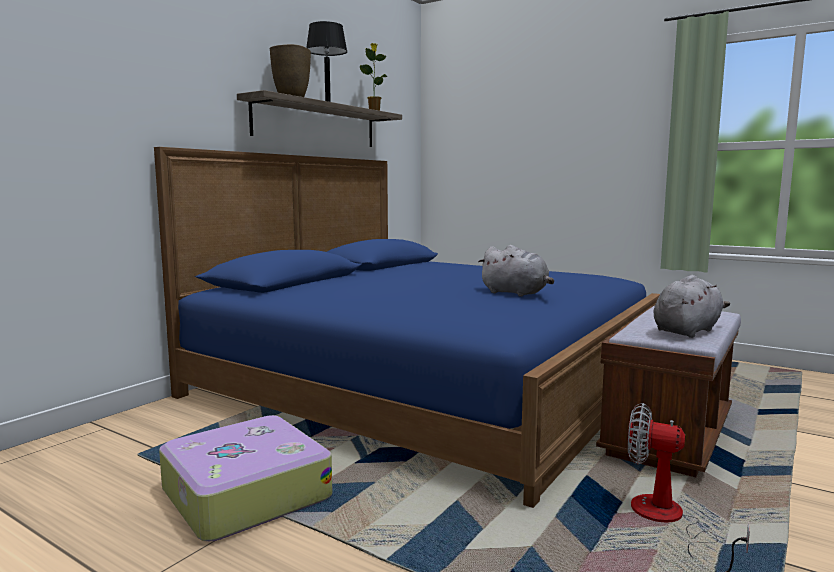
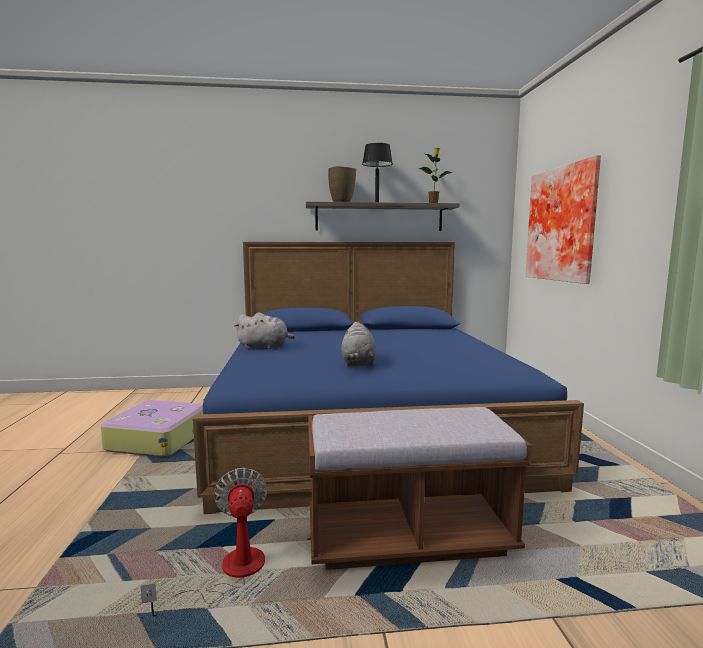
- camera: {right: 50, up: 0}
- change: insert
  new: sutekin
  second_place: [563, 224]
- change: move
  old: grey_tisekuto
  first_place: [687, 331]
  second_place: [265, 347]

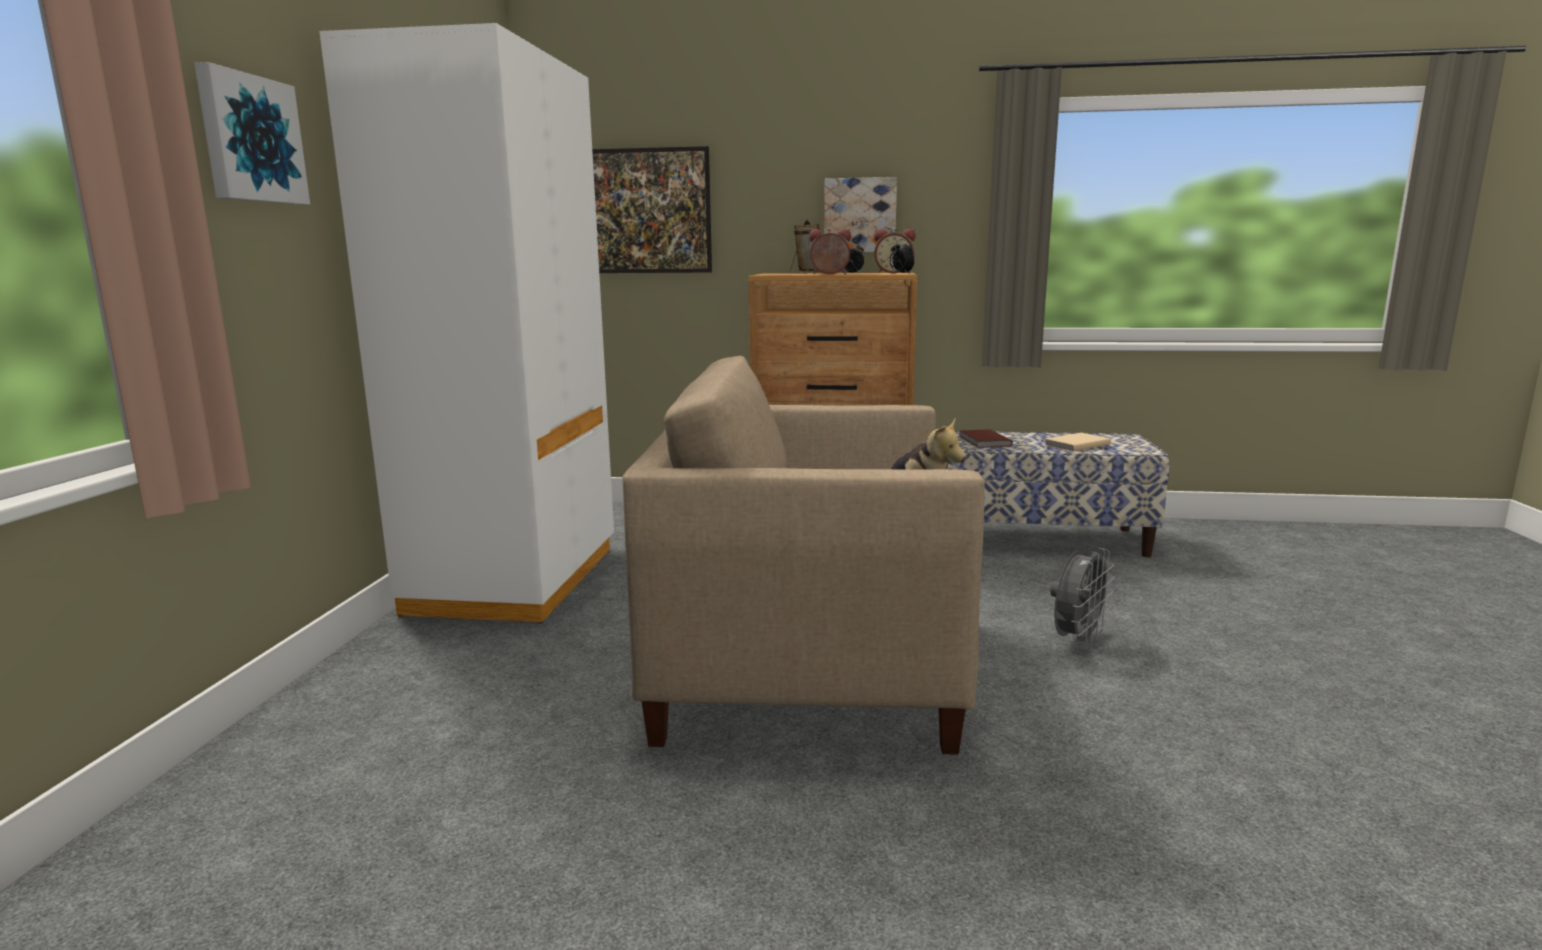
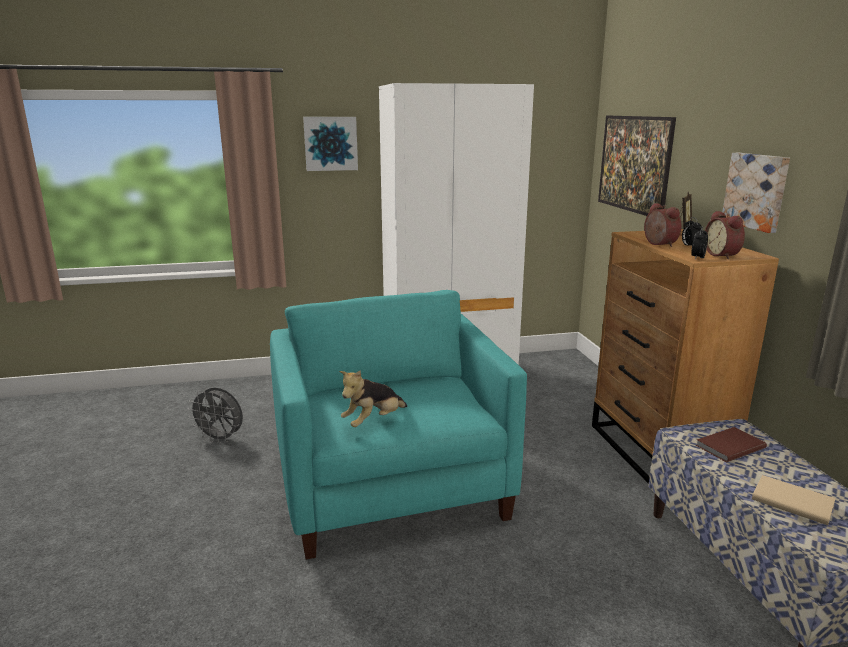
- camera: {right: 70, up: 5}
- change: move
  old: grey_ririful
  first_place: [1077, 641]
  second_place: [221, 439]
- change: recolor
  old: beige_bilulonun
  new: turquoise_bilulonun
  first_place: [807, 666]
  second_place: [392, 488]

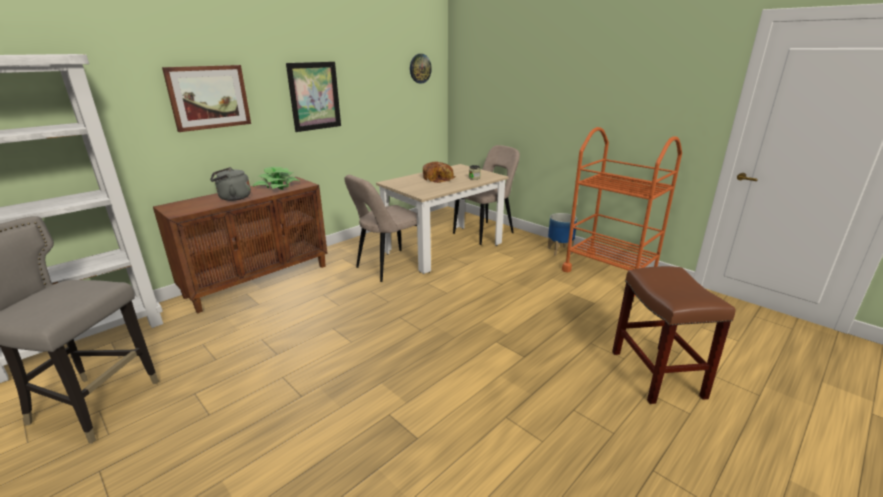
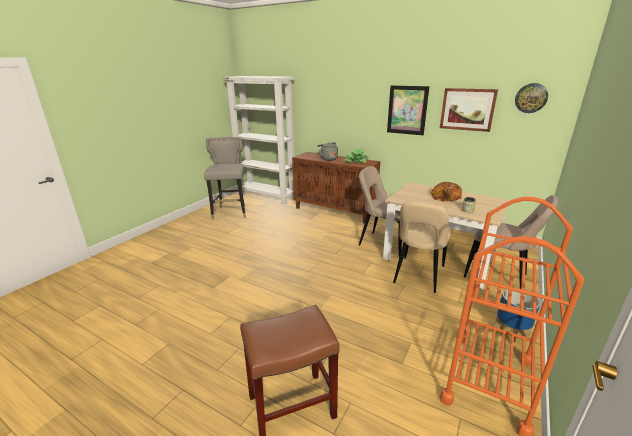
- camera: {right: 75, up: 0}
- change: insert
  new: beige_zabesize
  second_place: [418, 276]
- change: move
  old: sutekin
  first_place: [209, 97]
  second_place: [467, 109]

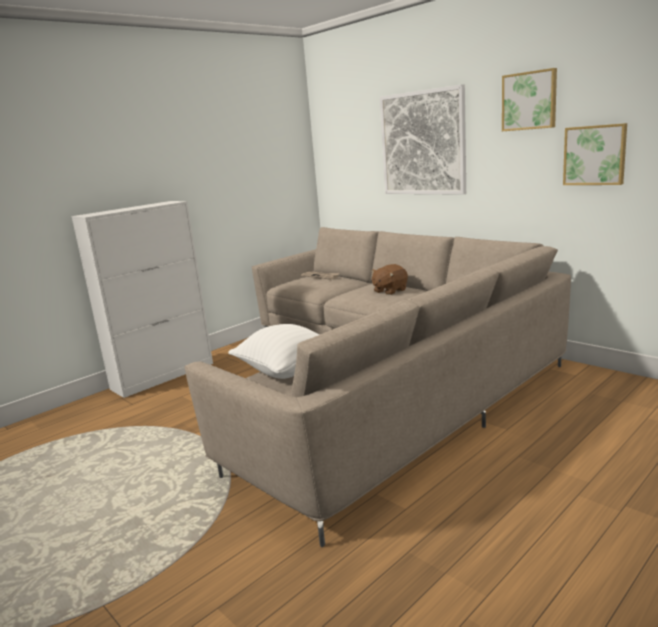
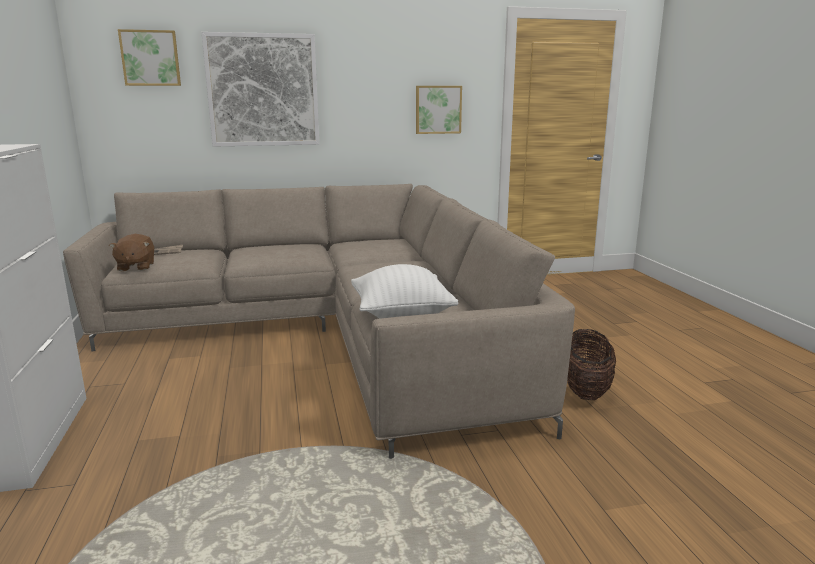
- camera: {right: -60, up: 0}
- change: insert
  new: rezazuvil
  second_place: [585, 390]
- change: move
  old: brown_tisekuto
  first_place: [389, 291]
  second_place: [135, 267]
- change: move
  old: sutekin
  first_place: [529, 101]
  second_place: [150, 58]

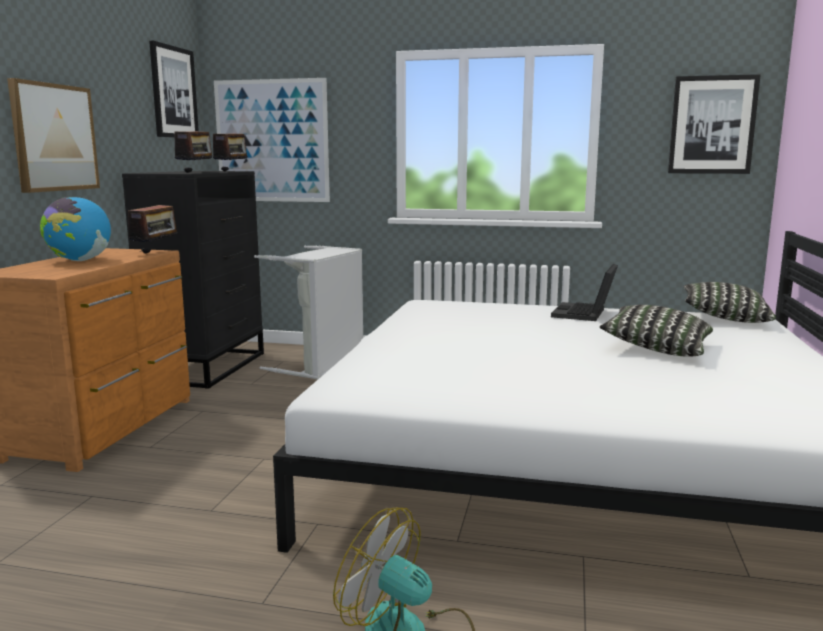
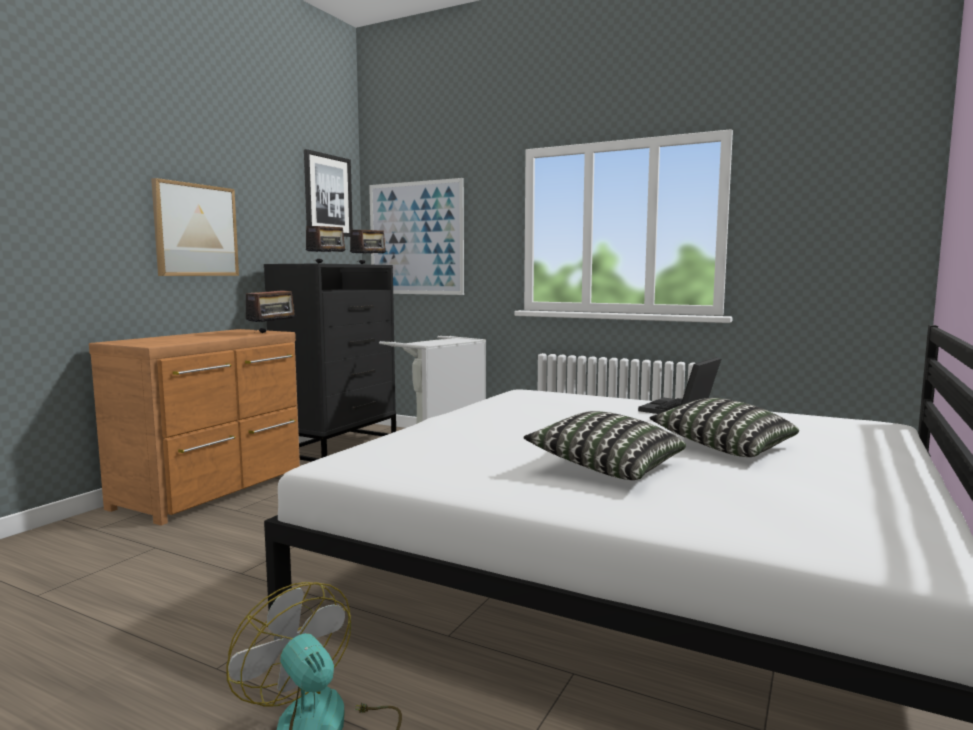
- camera: {right: 15, up: -5}
- change: delete
  old: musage
  first_place: [79, 260]
- change: delete
  old: sutekin
  first_place: [712, 125]
- change: move
  old: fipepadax
  first_place: [724, 318]
  second_place: [606, 468]

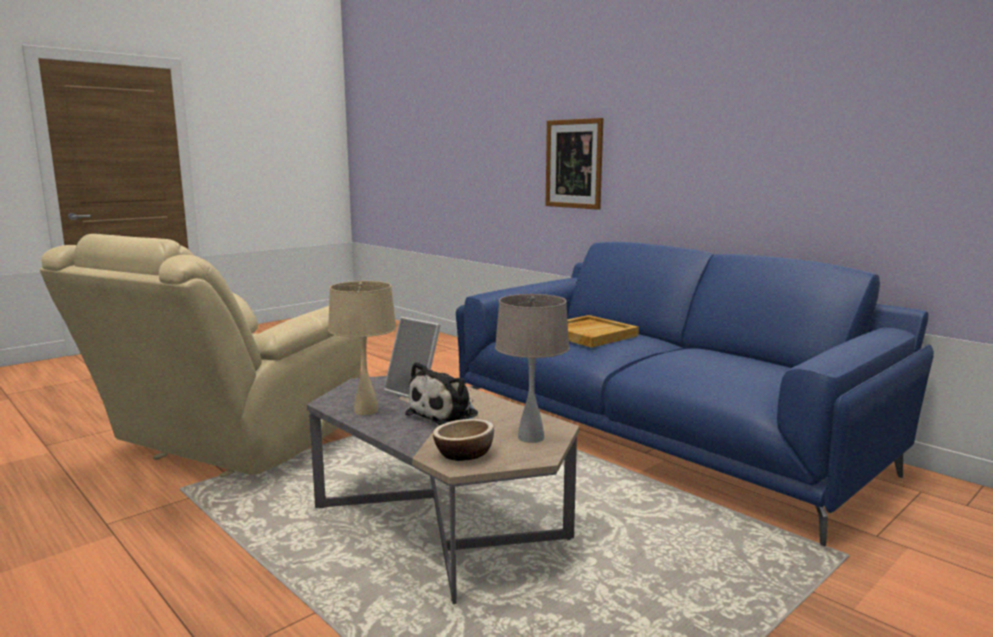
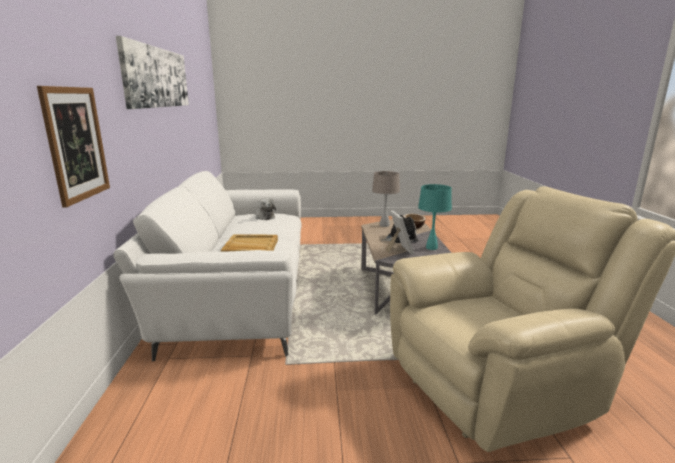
- camera: {right: -140, up: 5}
- change: insert
  new: sutekin
  second_place: [157, 77]
- change: insert
  new: tisekuto
  second_place: [264, 217]
- change: recolor
  old: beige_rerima
  new: turquoise_rerima
  first_place: [366, 411]
  second_place: [431, 247]
- change: recolor
  old: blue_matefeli
  new: white_matefeli
  first_place: [663, 436]
  second_place: [240, 288]

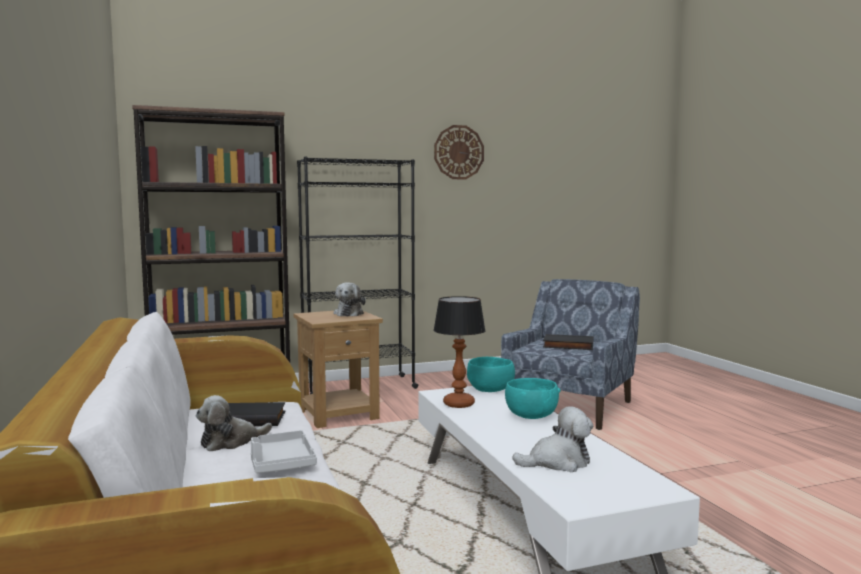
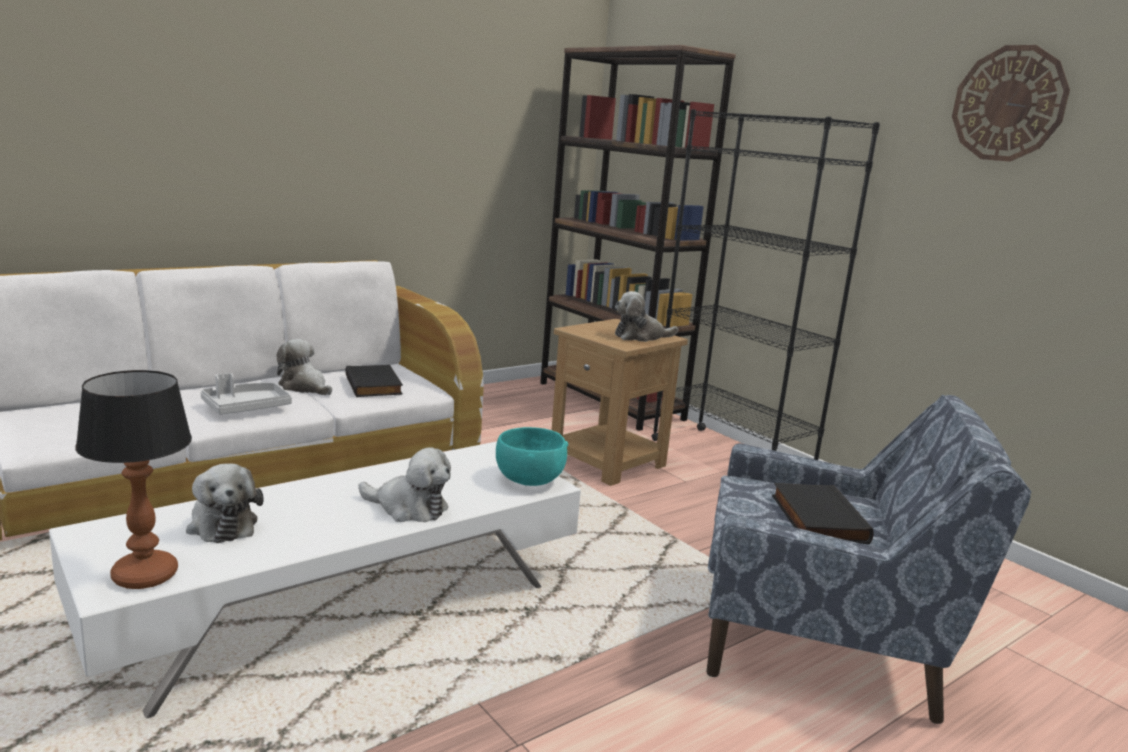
- camera: {right: 70, up: 10}
- change: move
  old: rerima
  first_place: [459, 404]
  second_place: [146, 576]
- change: replace
  old: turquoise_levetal
  new: tisekuto
  first_place: [531, 416]
  second_place: [408, 508]

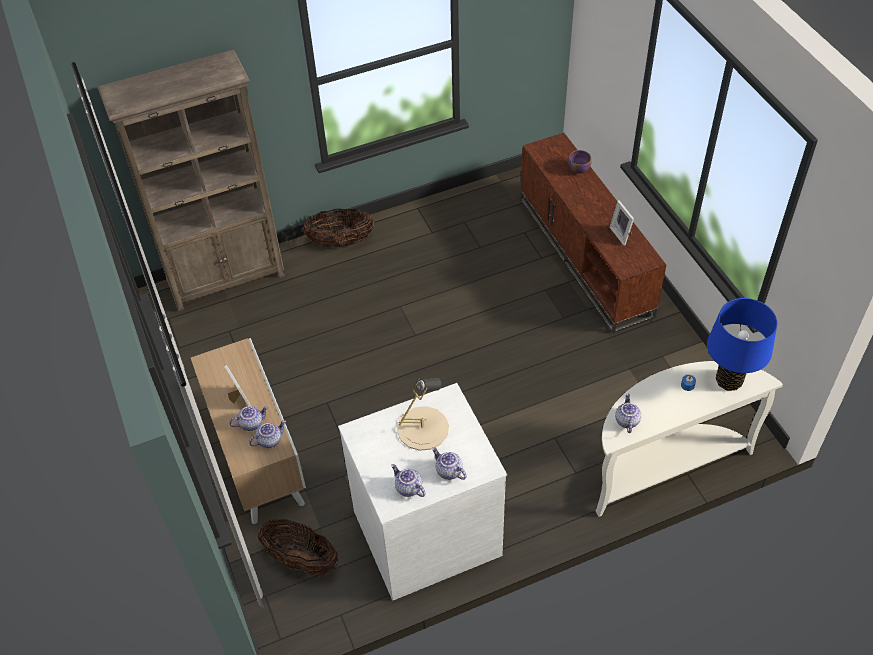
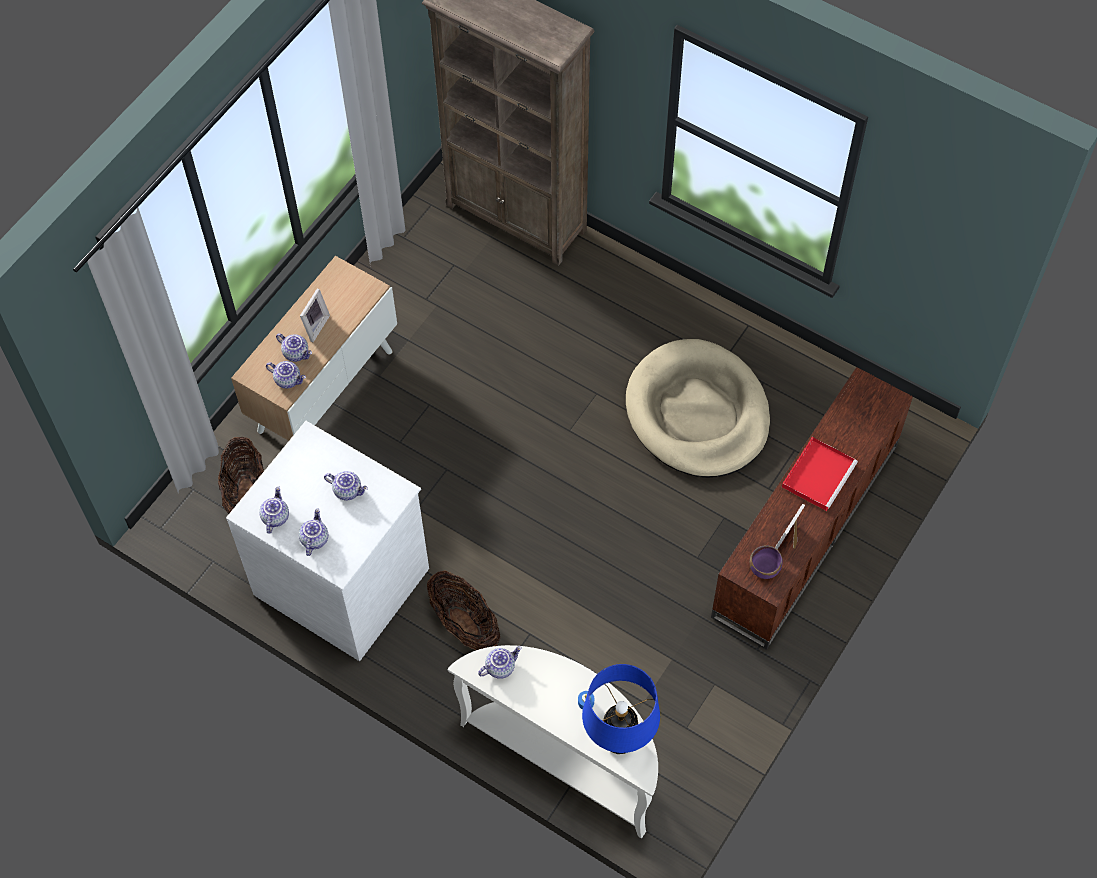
- camera: {right: 55, up: 10}
- change: insert
  new: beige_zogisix
  second_place: [697, 413]
- change: insert
  new: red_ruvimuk
  second_place: [819, 474]
- change: move
  old: rezazuvil
  first_place: [340, 241]
  second_place: [464, 624]
- change: move
  old: purple_levetal
  first_place: [579, 169]
  second_place: [764, 569]
- change: replace
  old: beige_rerima
  new: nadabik
  first_place: [423, 428]
  second_place: [348, 490]

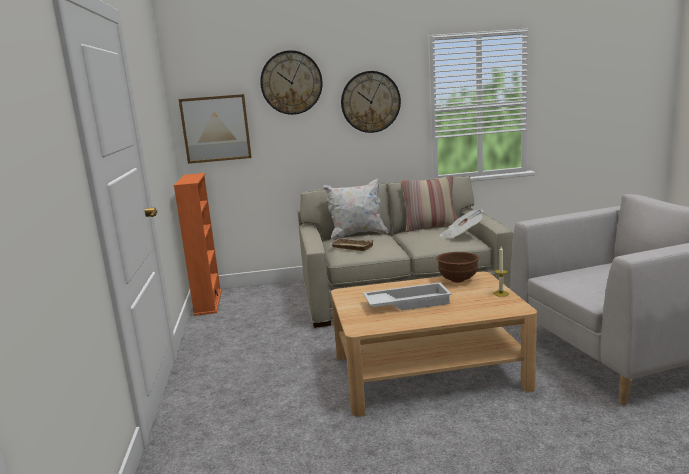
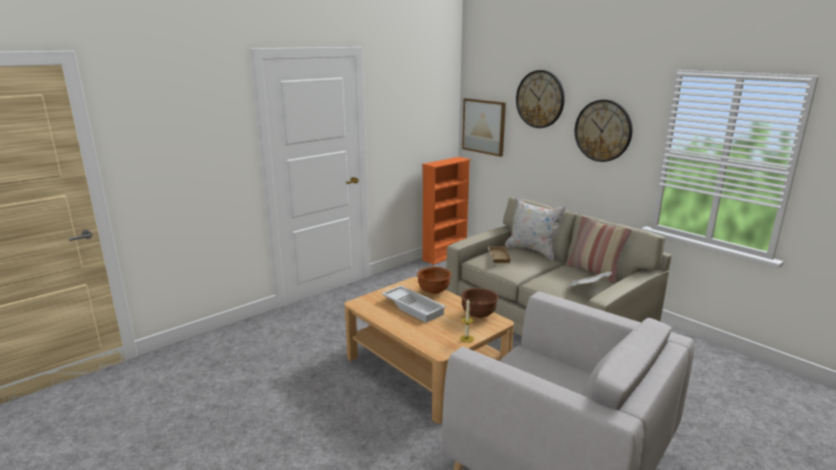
- camera: {right: 55, up: 5}
- change: insert
  new: brown_levetal
  second_place: [433, 292]

